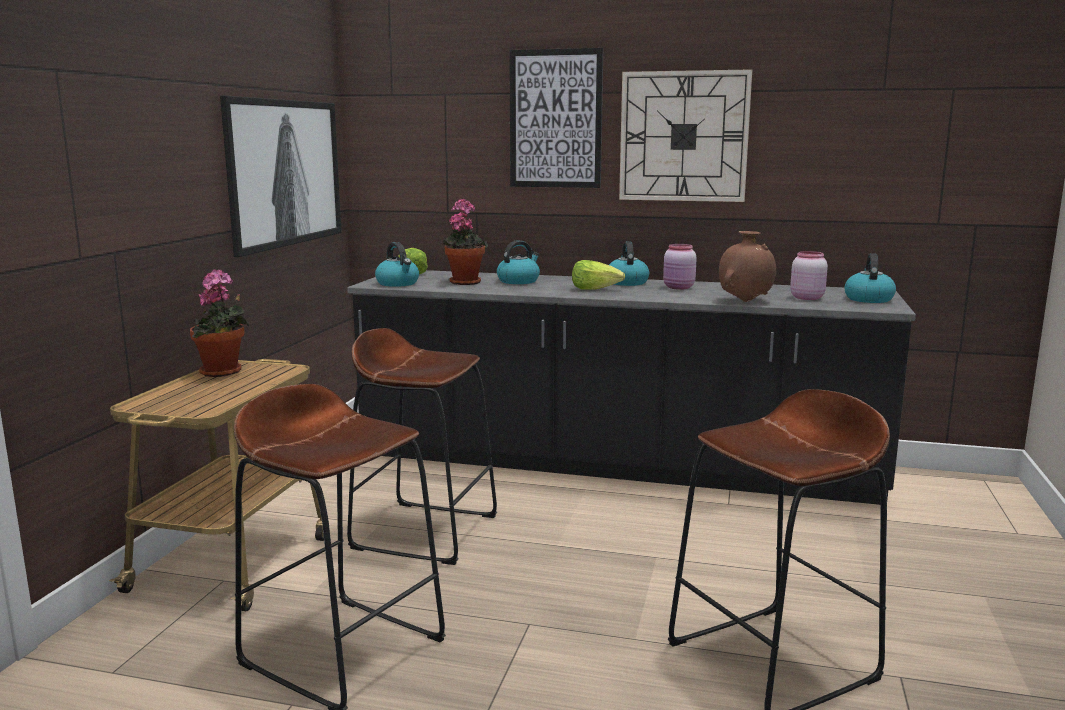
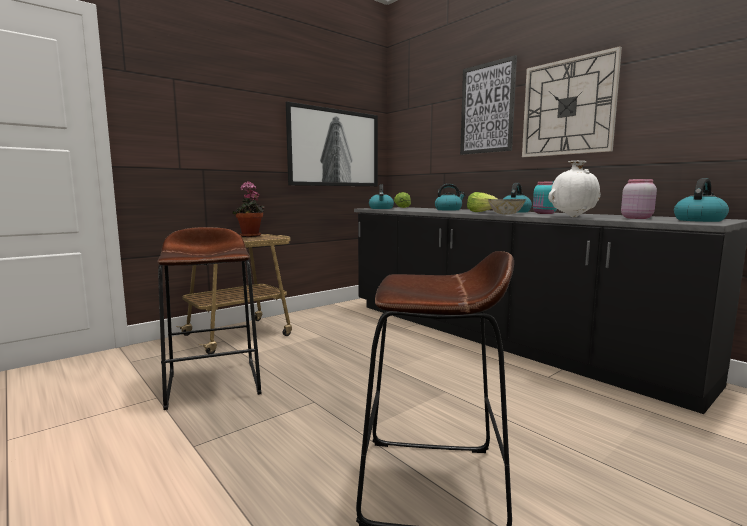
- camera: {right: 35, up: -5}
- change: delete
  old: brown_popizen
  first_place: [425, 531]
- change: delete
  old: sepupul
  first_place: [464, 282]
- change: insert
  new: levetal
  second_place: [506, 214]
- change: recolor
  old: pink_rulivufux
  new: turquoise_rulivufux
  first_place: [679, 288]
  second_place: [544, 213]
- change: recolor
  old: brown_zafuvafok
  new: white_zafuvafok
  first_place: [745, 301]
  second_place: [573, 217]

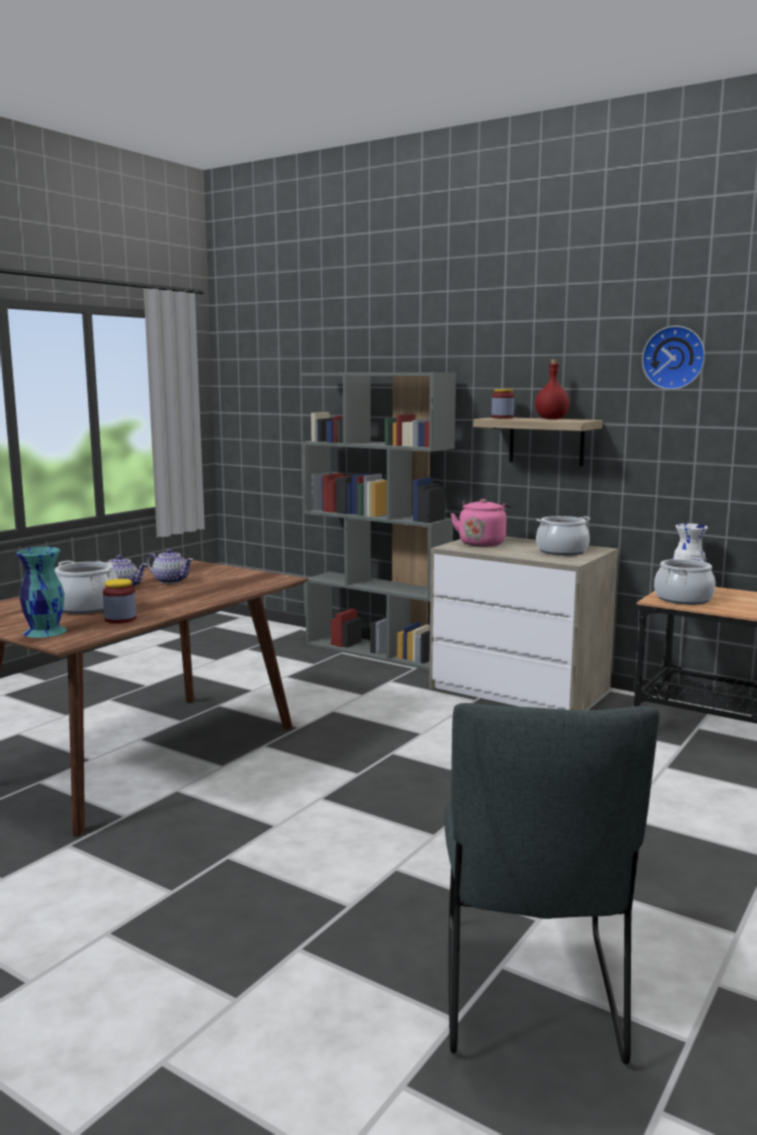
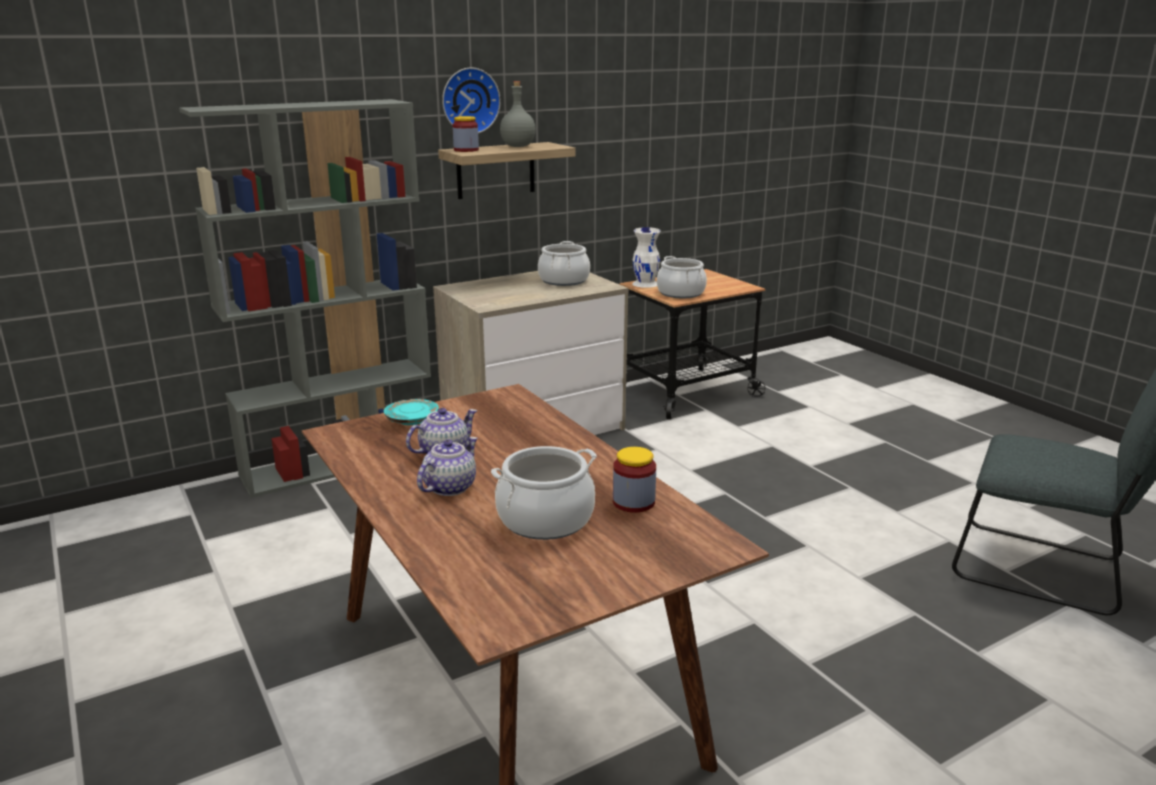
- camera: {right: -65, up: 10}
- change: delete
  old: turquoise_zafuvafok
  first_place: [44, 631]
- change: delete
  old: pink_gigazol
  first_place: [482, 543]
- change: insert
  new: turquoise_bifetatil
  second_place: [411, 420]
- change: move
  old: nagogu
  first_place: [674, 358]
  second_place: [469, 100]
- change: recolor
  old: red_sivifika
  new: grey_sivifika
  first_place: [551, 419]
  second_place: [518, 146]

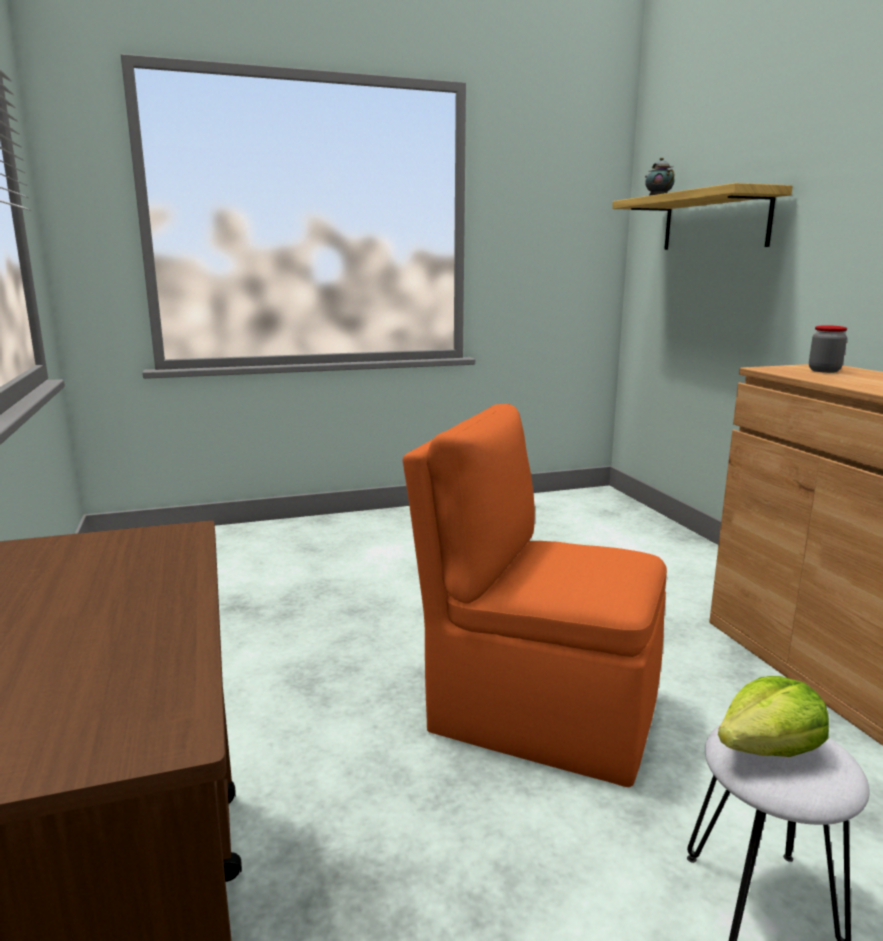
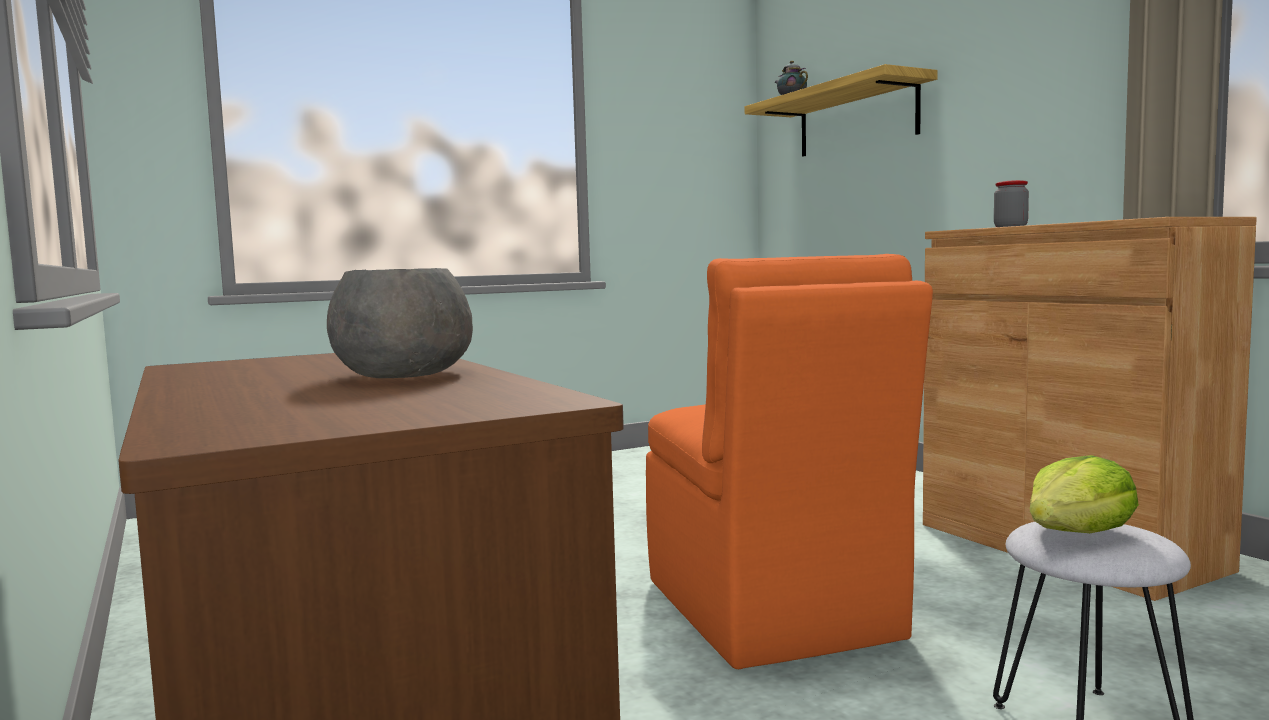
- camera: {right: -10, up: -10}
- change: insert
  new: grey_levetal
  second_place: [402, 374]
- change: rotate
  old: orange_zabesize
  first_place: [538, 712]
  second_place: [771, 612]
  degrees: -120

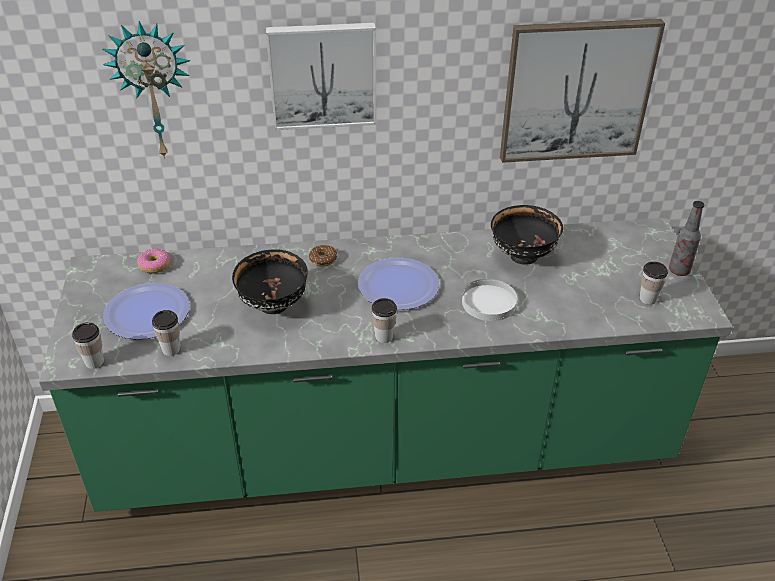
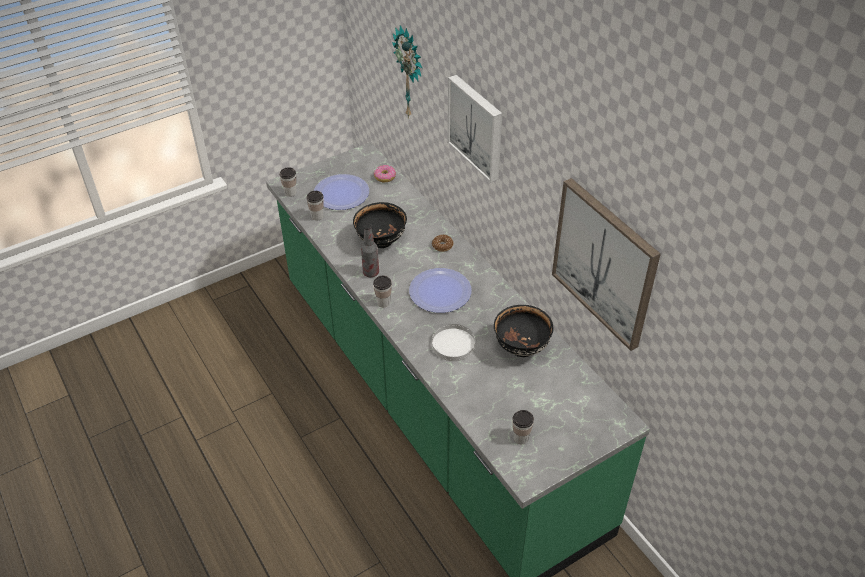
- camera: {right: 65, up: 5}
- change: move
  old: sivifika
  first_place: [679, 270]
  second_place: [371, 272]

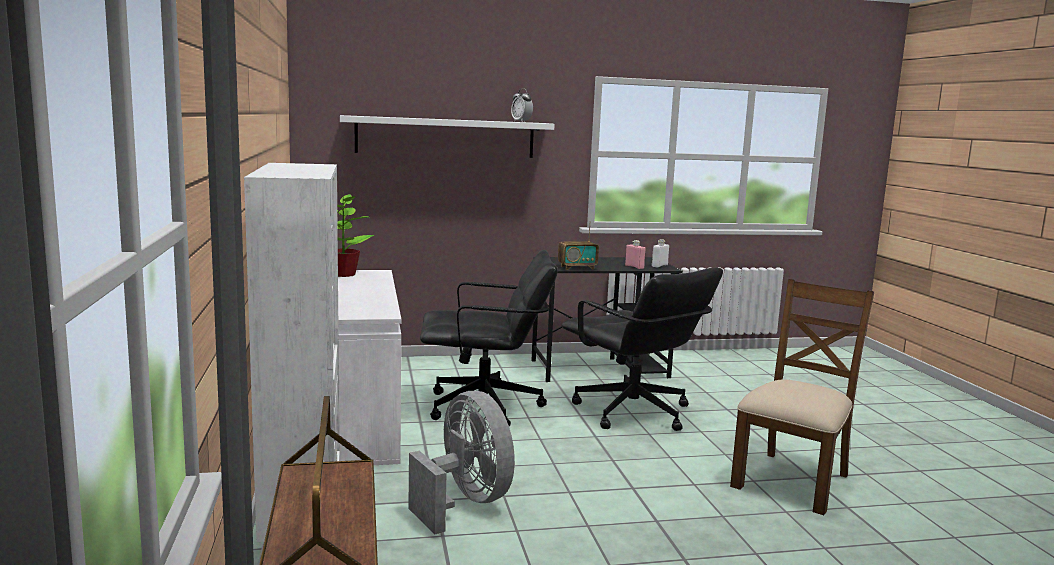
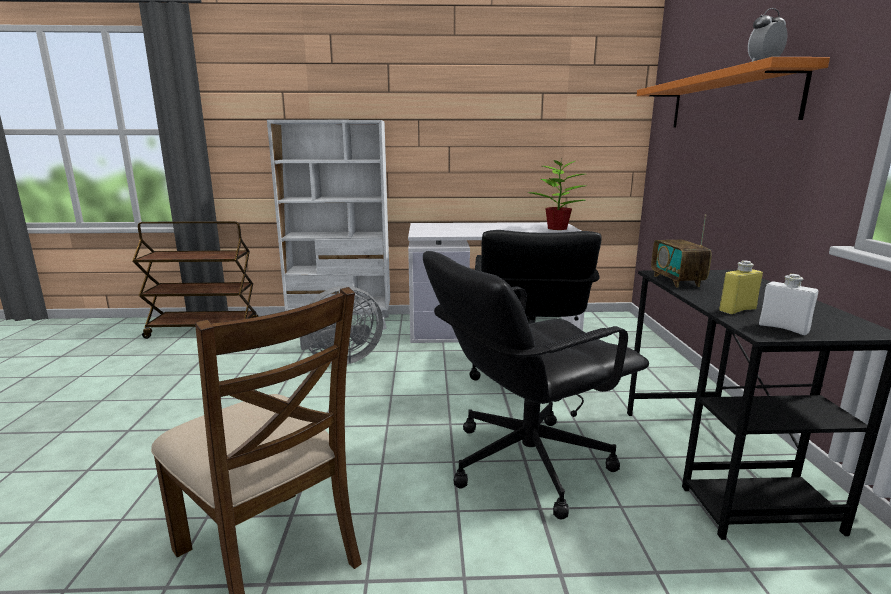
- camera: {right: 100, up: 5}
- change: recolor
  old: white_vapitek
  new: orange_vapitek
  first_place: [445, 137]
  second_place: [729, 101]
- change: recolor
  old: pink_sivifika
  new: yellow_sivifika
  first_place: [634, 267]
  second_place: [737, 310]

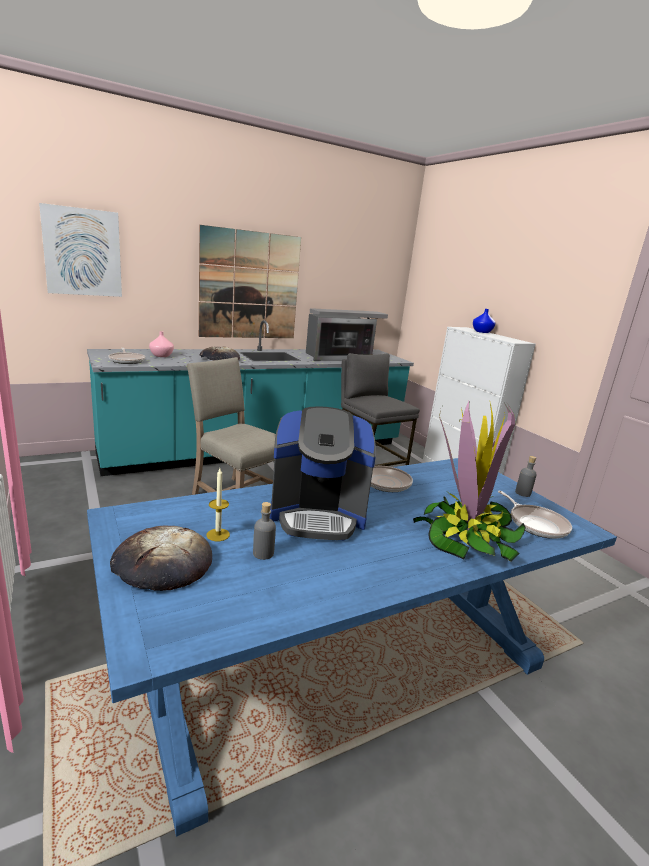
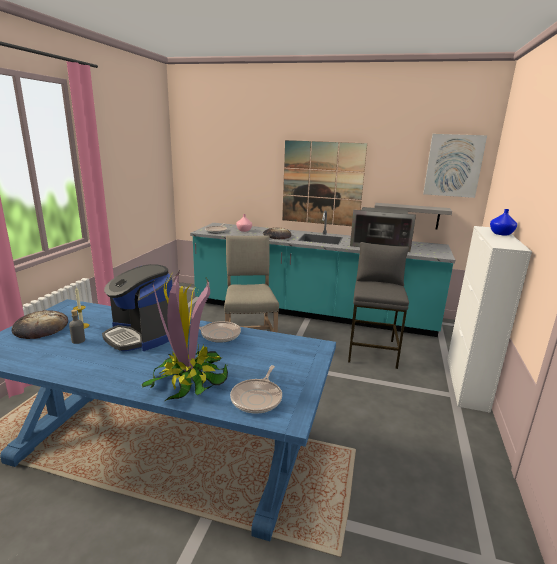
- camera: {right: 45, up: 0}
- change: delete
  old: grey_sivifika
  first_place: [523, 493]
- change: move
  old: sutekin
  first_place: [82, 252]
  second_place: [453, 165]

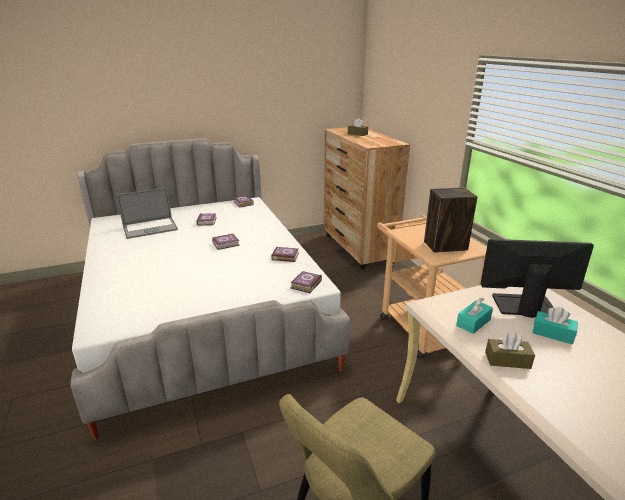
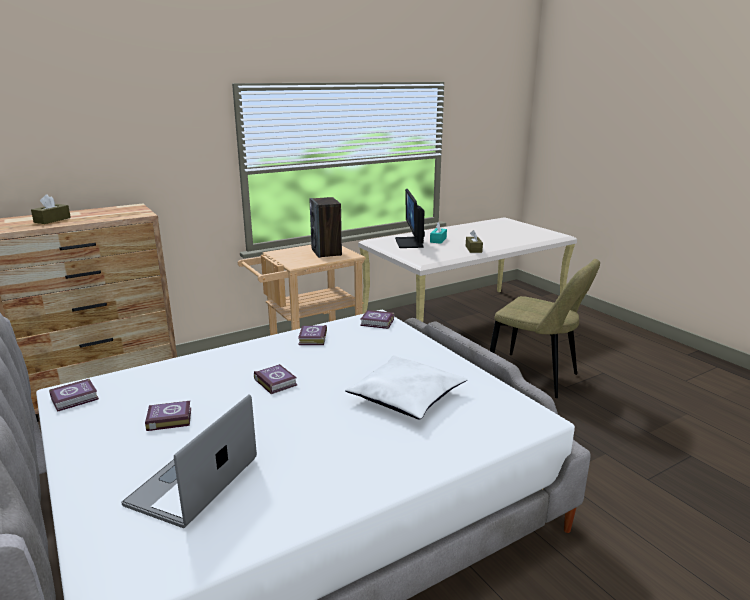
- camera: {right: -100, up: -5}
- change: delete
  old: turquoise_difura
  first_place: [473, 322]
- change: insert
  new: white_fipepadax
  second_place: [405, 396]
- change: rotate
  old: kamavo
  first_place: [150, 228]
  second_place: [193, 481]
  degrees: -120

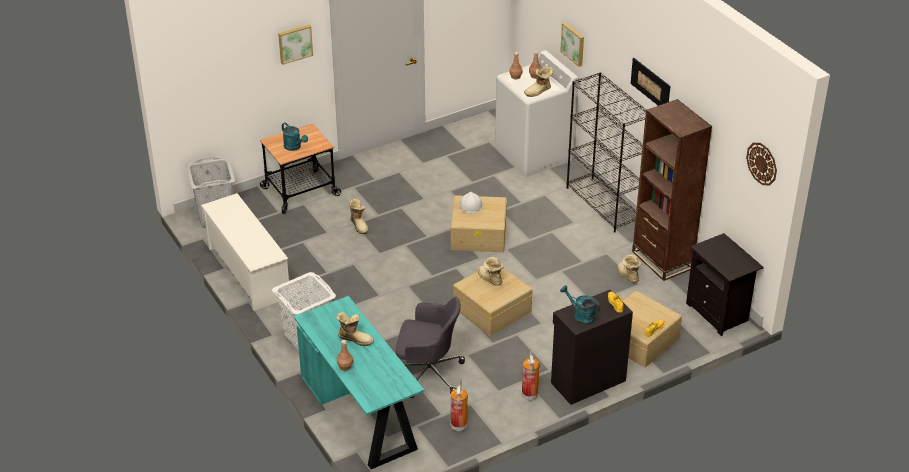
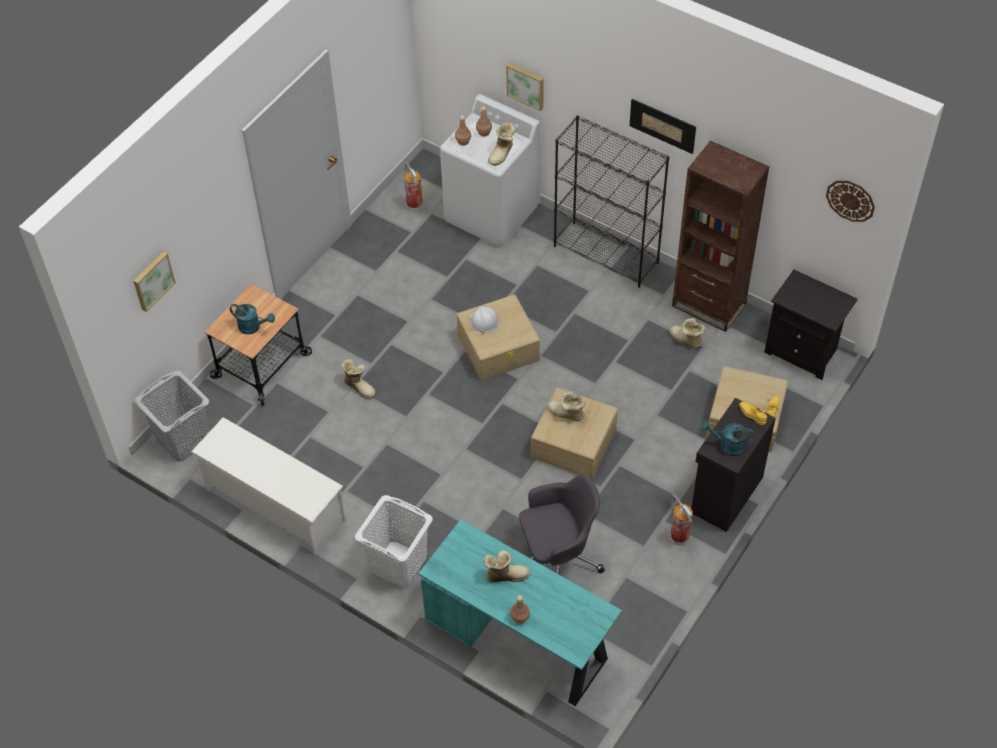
- camera: {right: -25, up: 15}
- change: move
  old: sutekin
  first_place: [295, 43]
  second_place: [152, 280]
- change: move
  old: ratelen
  first_place: [459, 425]
  second_place: [414, 206]

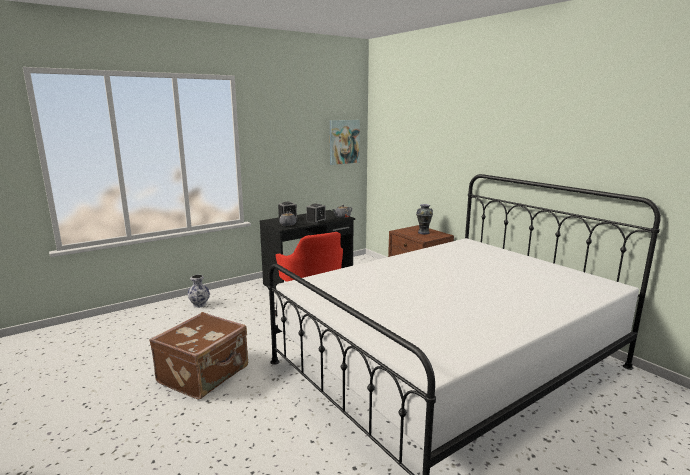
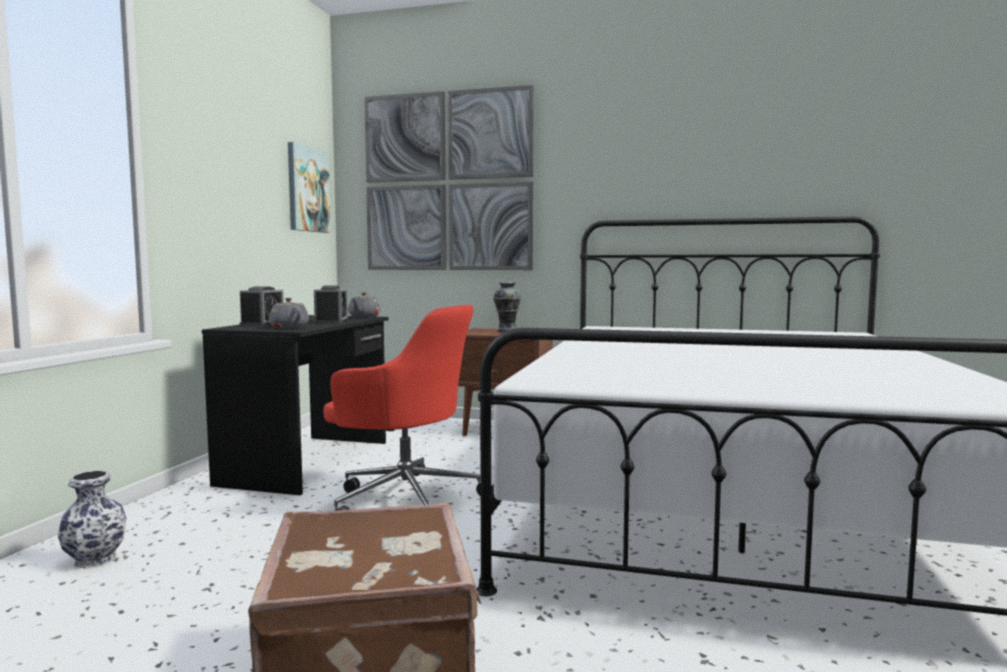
- camera: {right: -40, up: -10}
- change: insert
  new: sutekin
  second_place: [447, 182]

